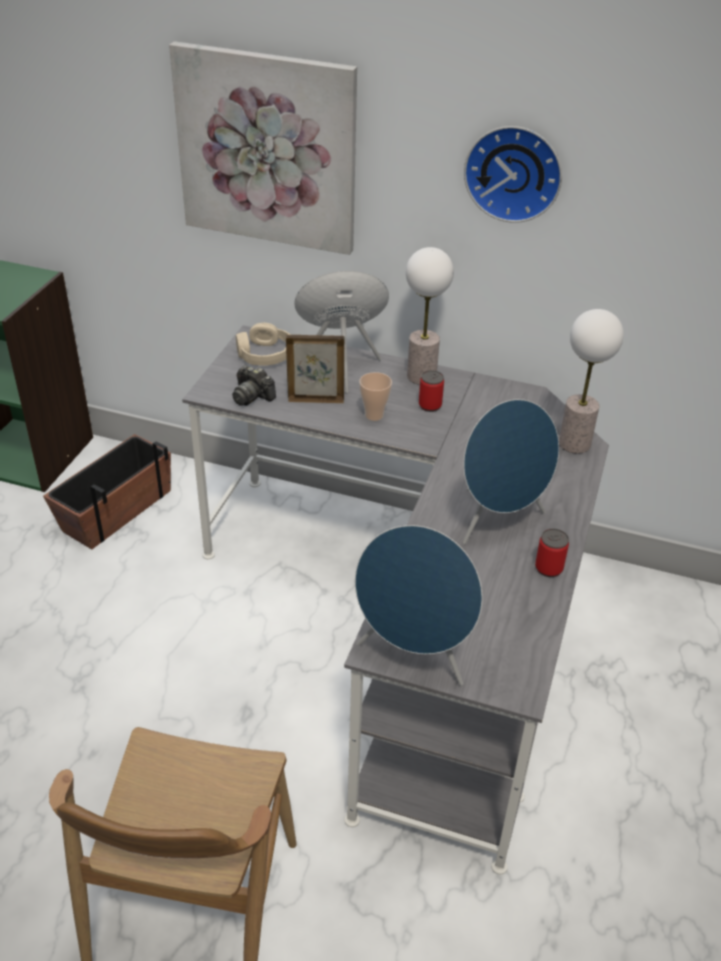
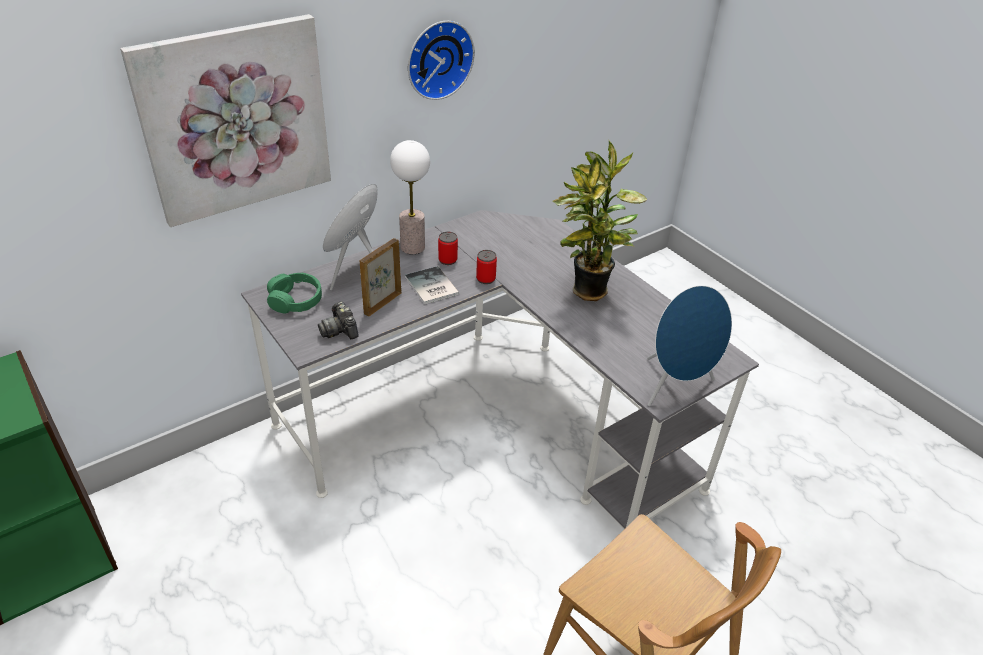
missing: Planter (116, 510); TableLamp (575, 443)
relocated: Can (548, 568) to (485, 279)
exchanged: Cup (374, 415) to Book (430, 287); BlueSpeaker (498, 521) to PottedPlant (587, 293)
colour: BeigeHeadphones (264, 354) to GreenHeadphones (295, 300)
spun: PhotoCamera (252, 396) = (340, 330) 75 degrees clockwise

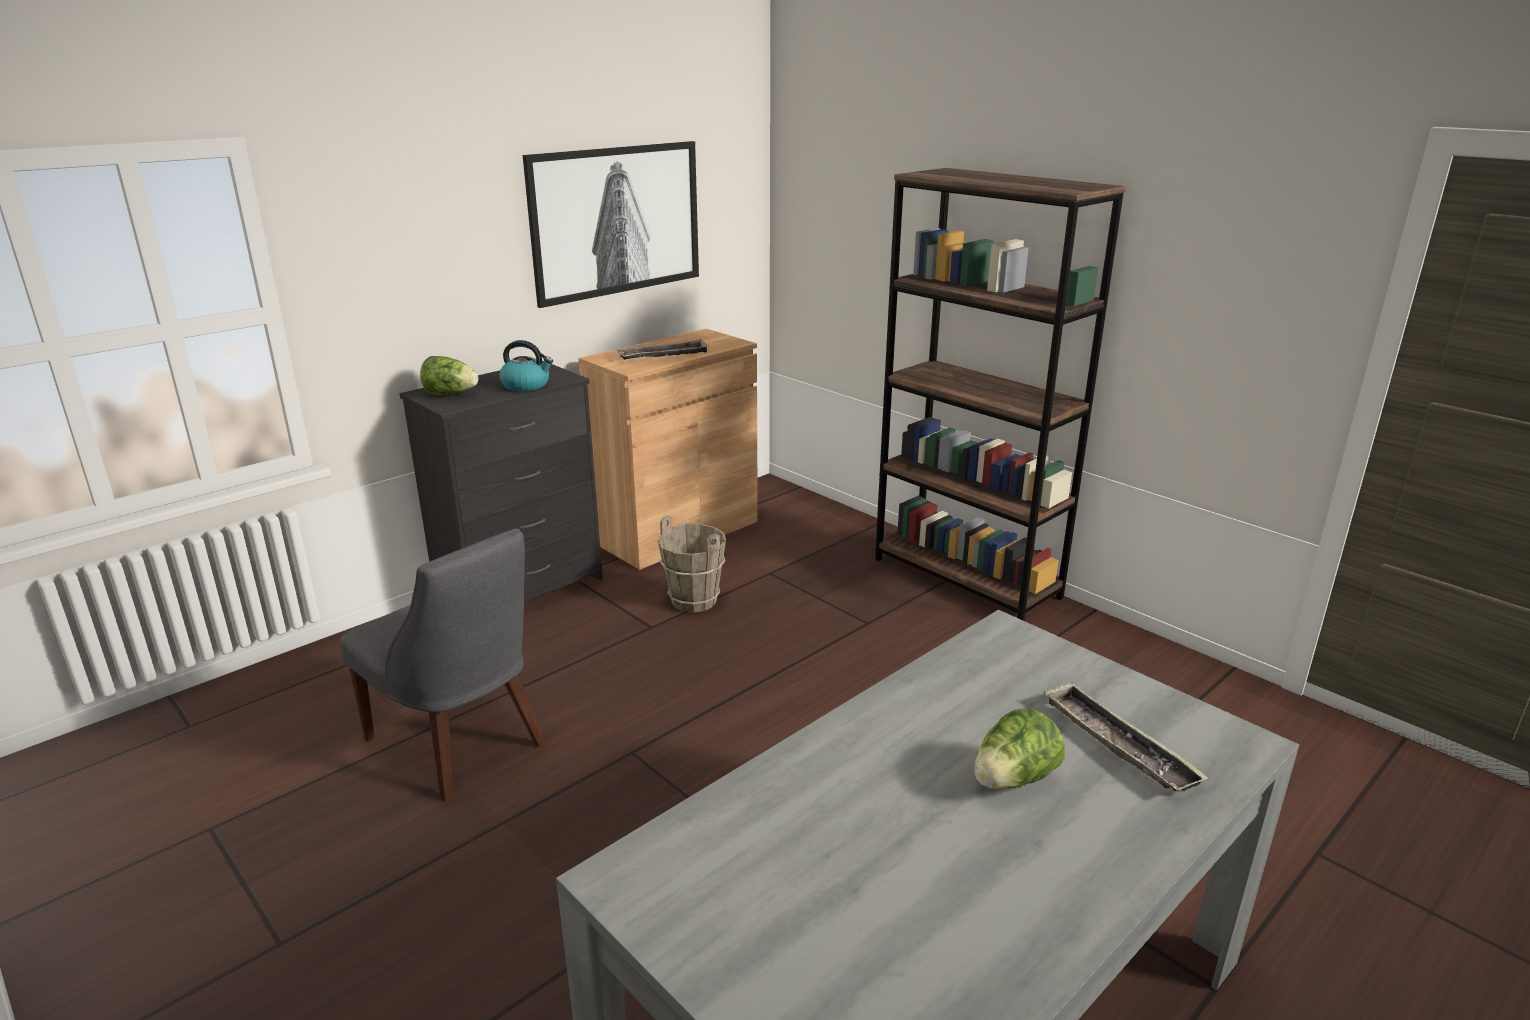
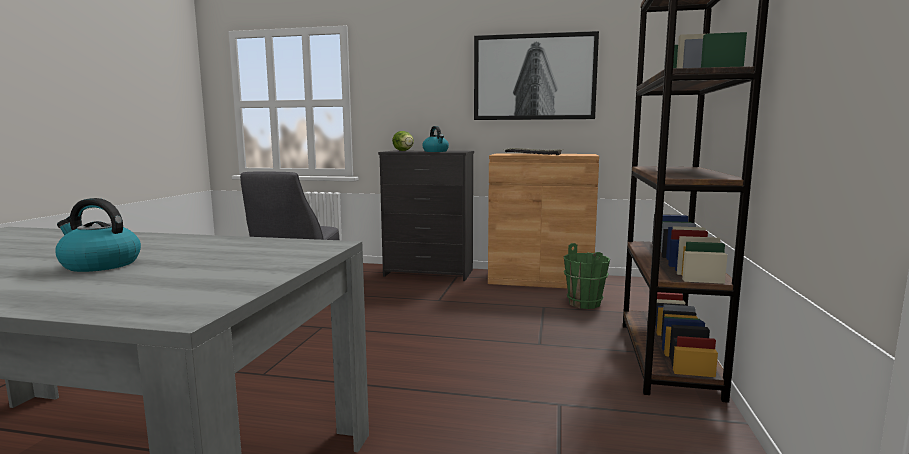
missing: BrownBucket (694, 600); Tray (1118, 744)
appeared: GreenBucket (584, 303)
exchanged: Lettuce (1013, 779) to Kettle (99, 264)

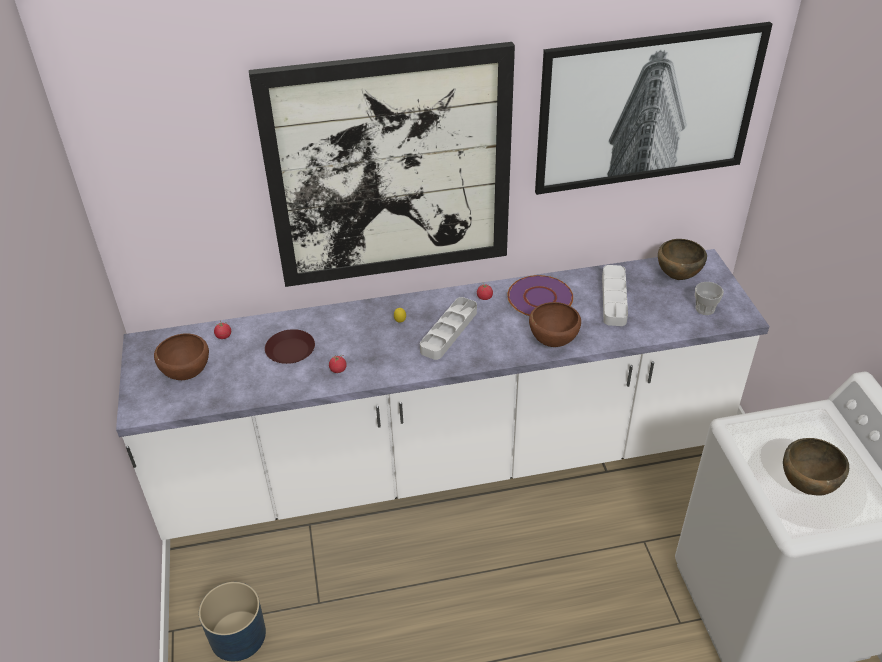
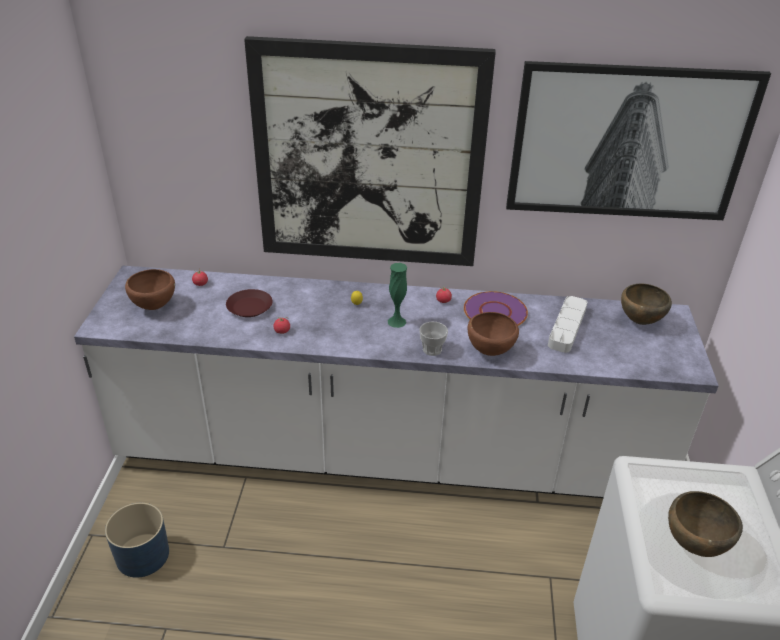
relocated: Cup (705, 309) to (432, 349)
exchanged: GreyTray (449, 331) to GreenVase (396, 322)

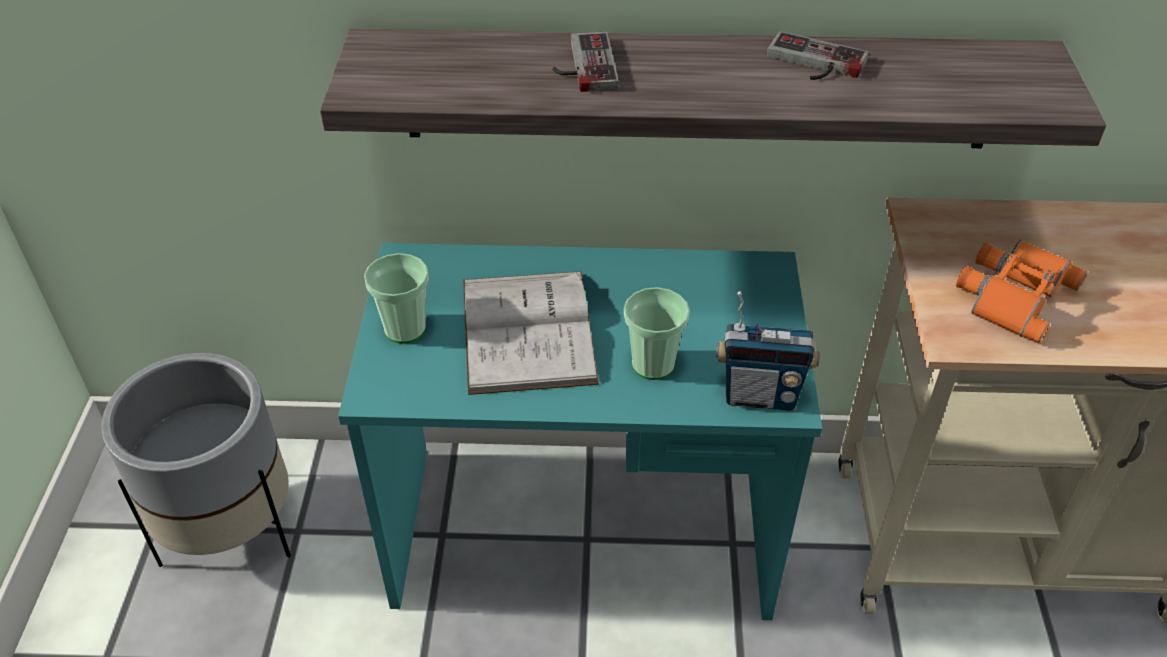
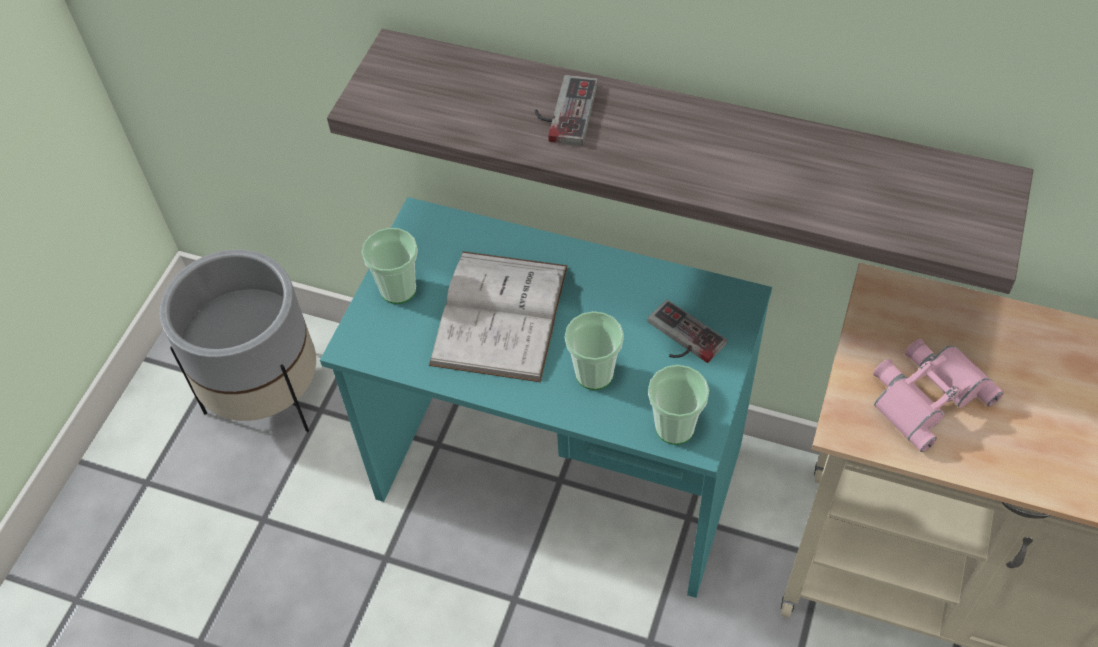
relocated: GameController (813, 63) to (680, 338)
exchanged: Radio (760, 396) to Cup (674, 427)
colour: OrangeBinoculars (1012, 293) to PinkBinoculars (926, 394)

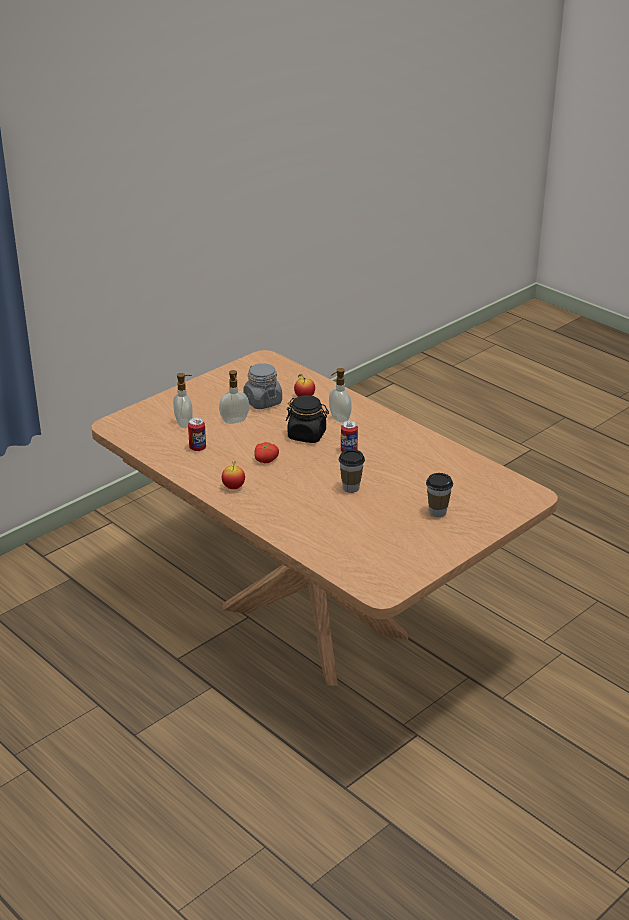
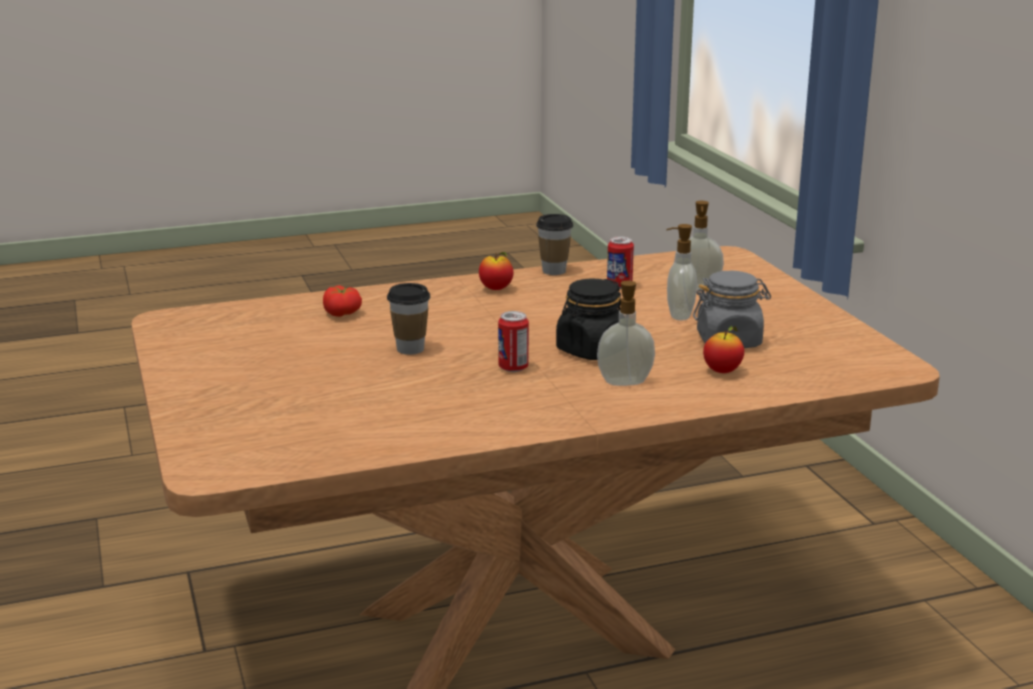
relocated: Tomato (265, 459) to (343, 313); Cup (437, 512) to (554, 271)

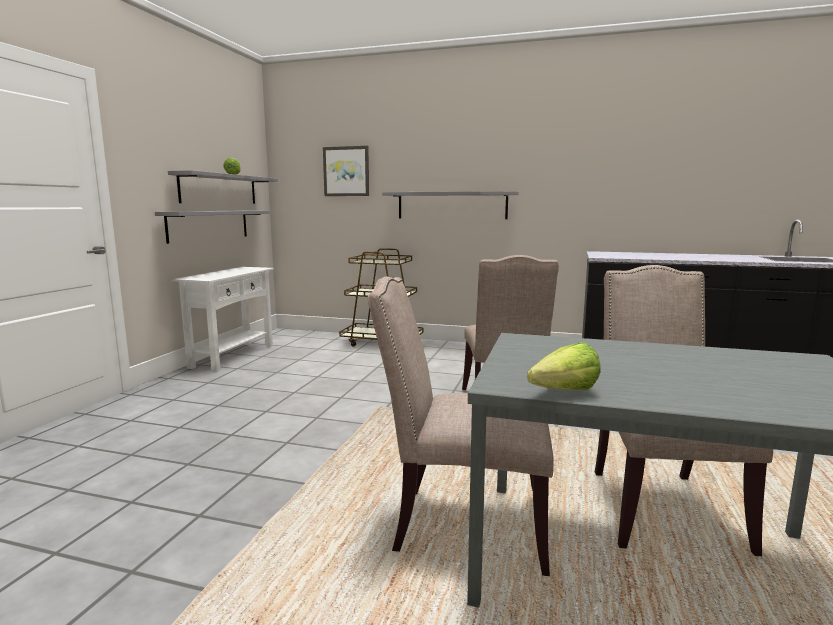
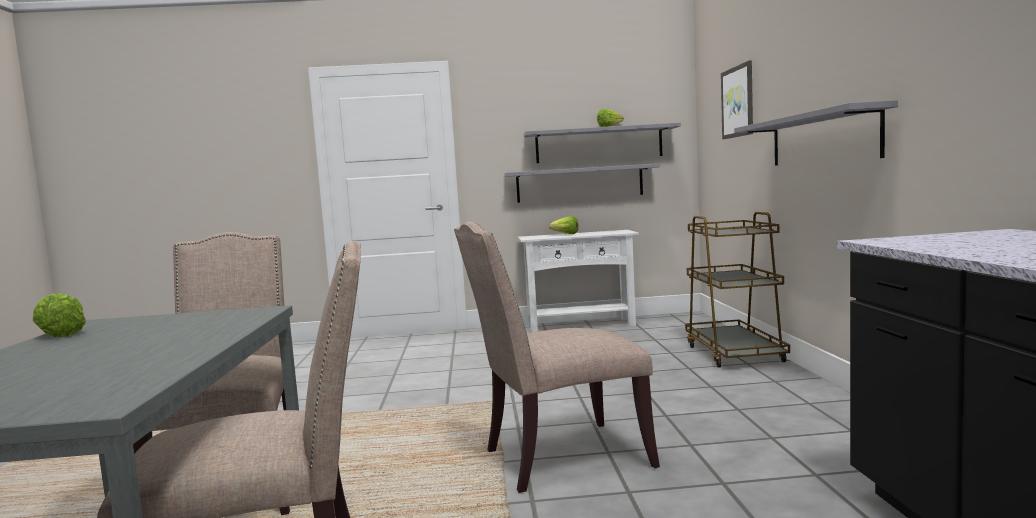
appeared: Lettuce (563, 234)

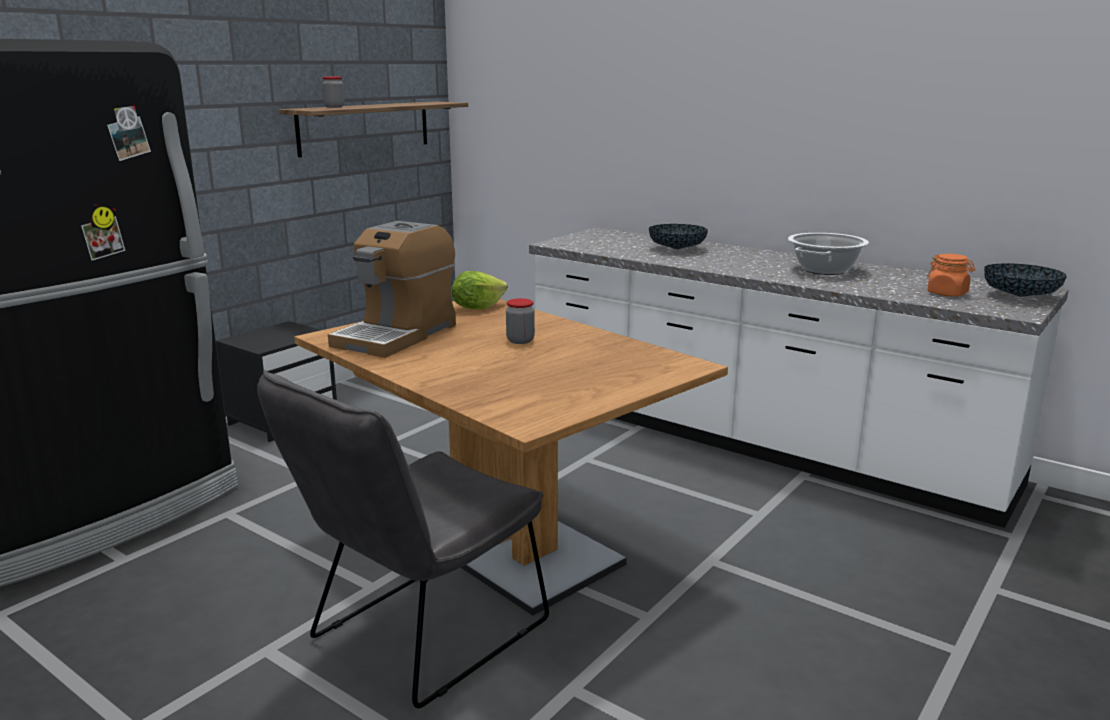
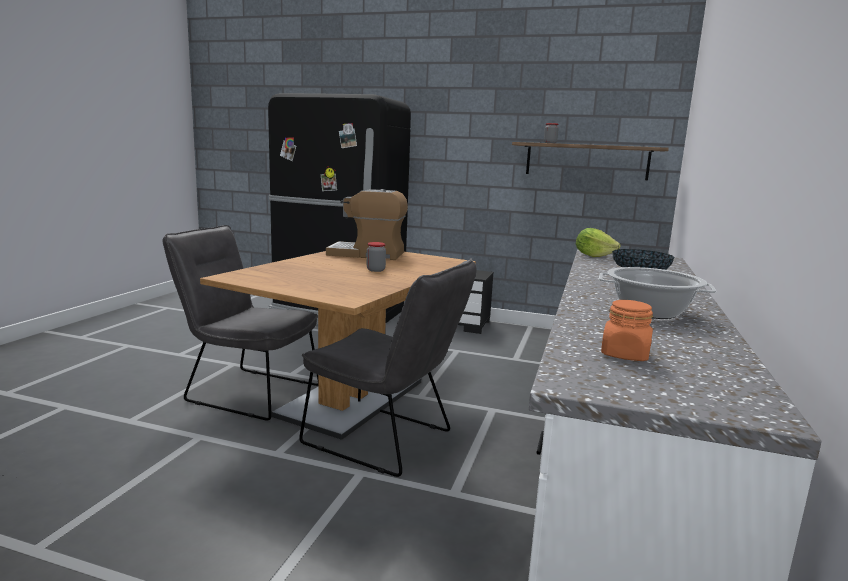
missing: Bowl (1020, 296)
appeared: GreyChair (386, 440)
relocated: Lettuce (477, 308) to (593, 256)

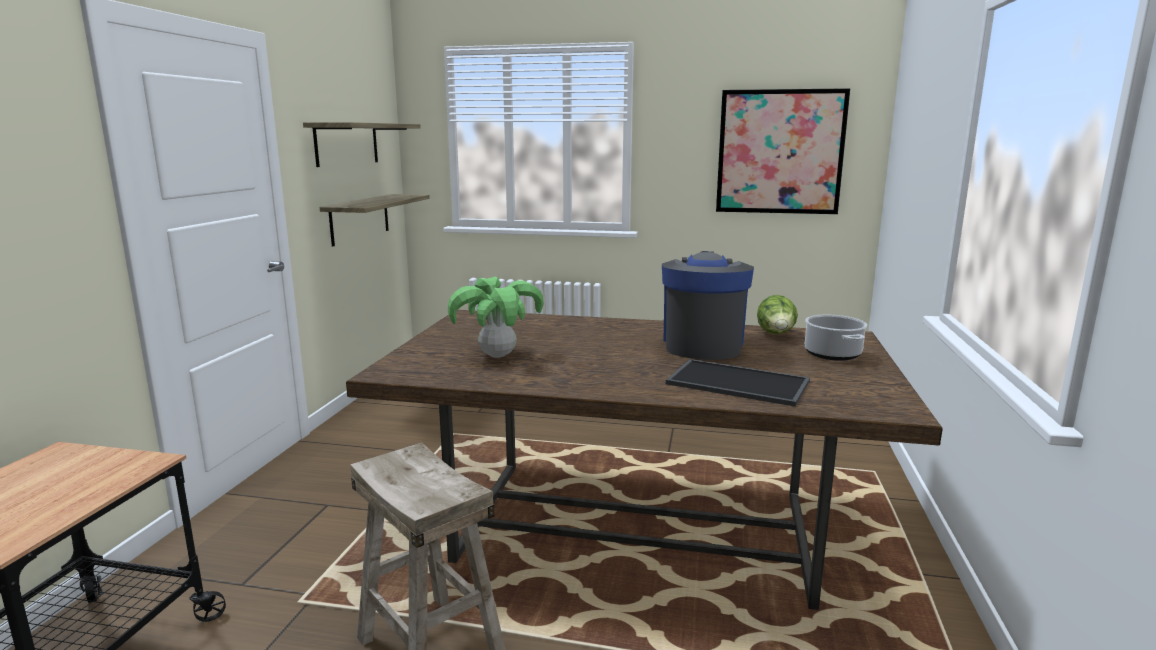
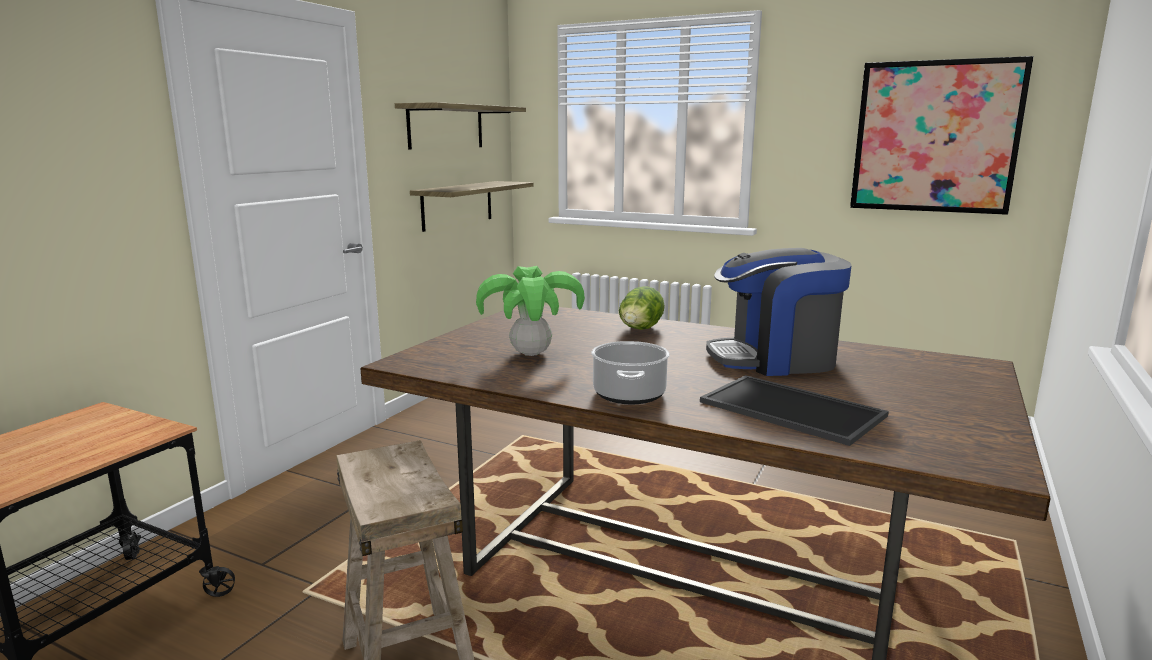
relocated: CookingPot (831, 354) to (628, 394); Lettuce (776, 335) to (640, 330)
spun: CoffeeMachine (702, 344) = (775, 359) 120 degrees counterclockwise

